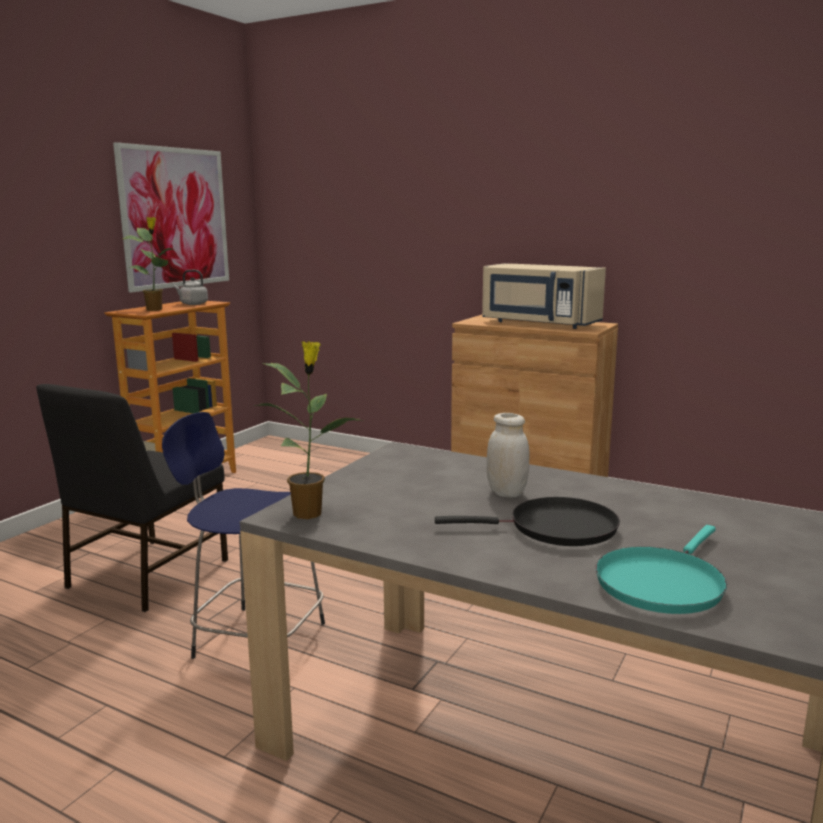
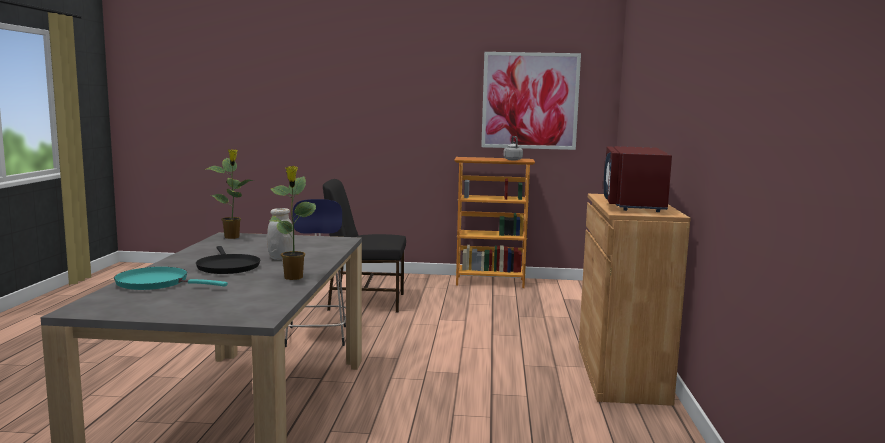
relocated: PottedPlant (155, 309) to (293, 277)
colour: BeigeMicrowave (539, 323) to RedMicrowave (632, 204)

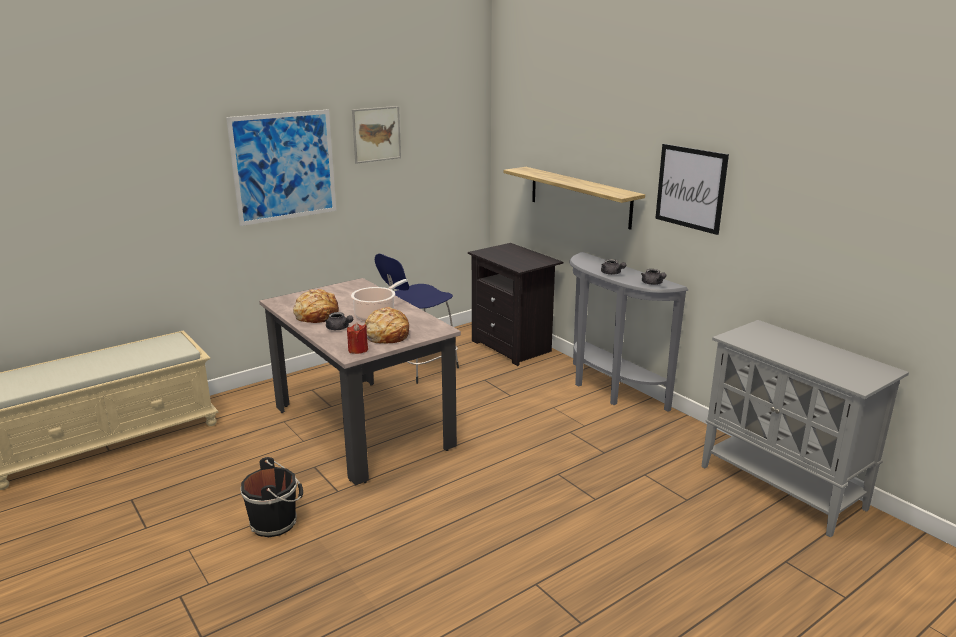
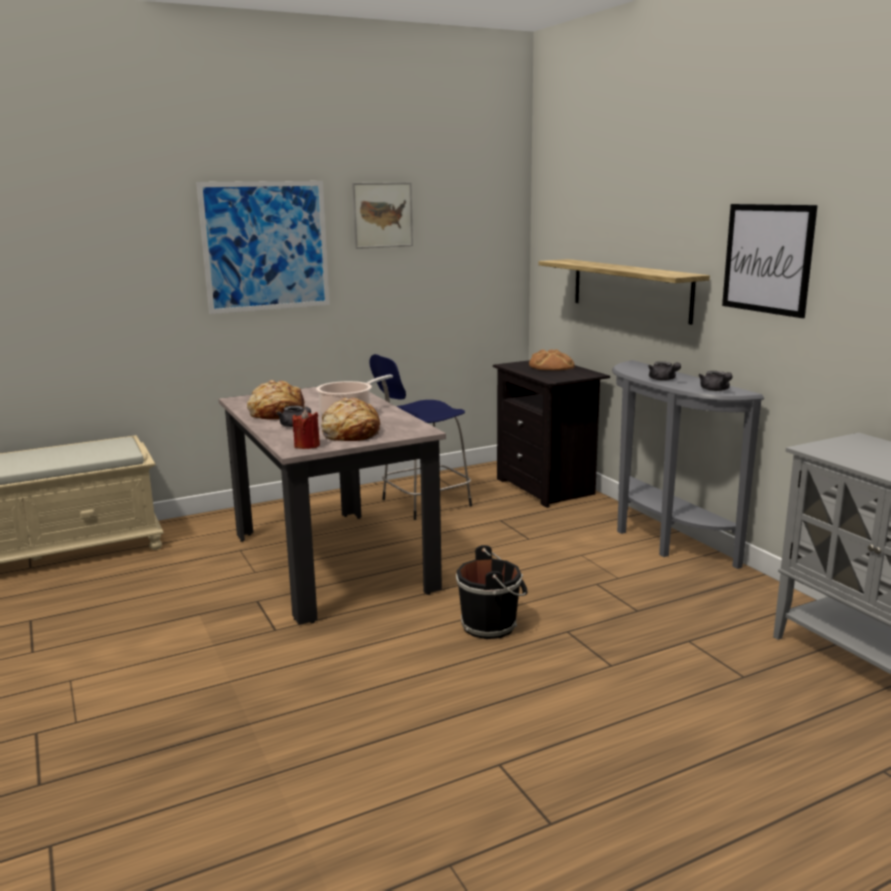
appeared: Bread (551, 366)
relocated: BlackBucket (276, 522) to (491, 625)

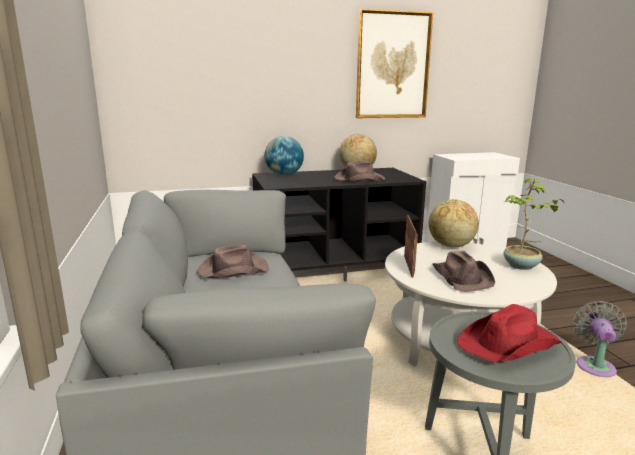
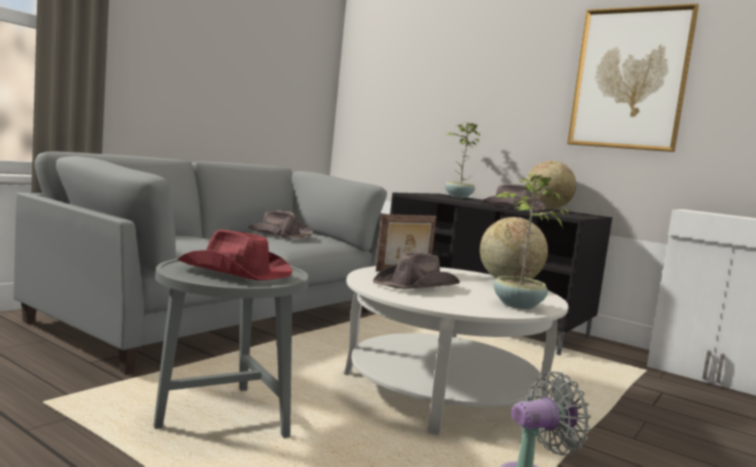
exchanged: Globe (284, 175) to PottedPlant (458, 197)

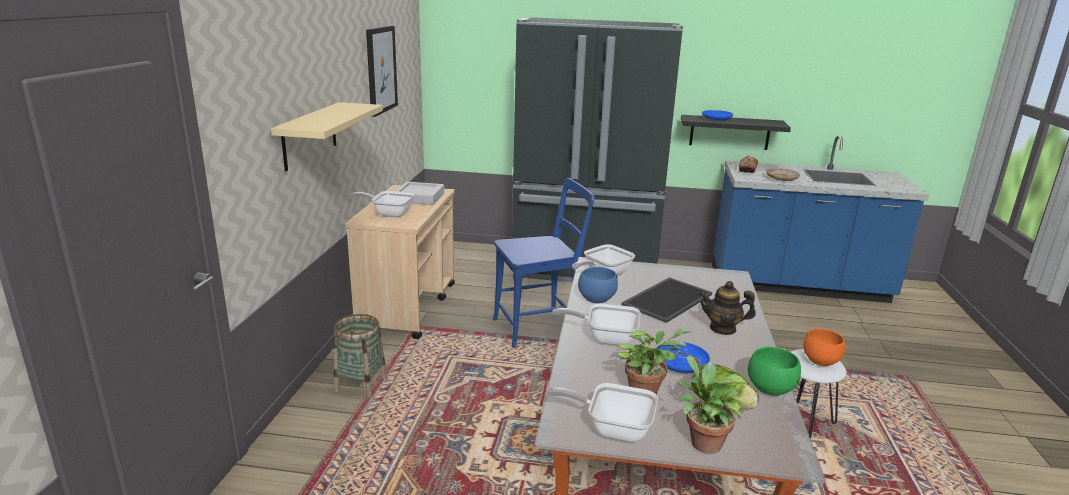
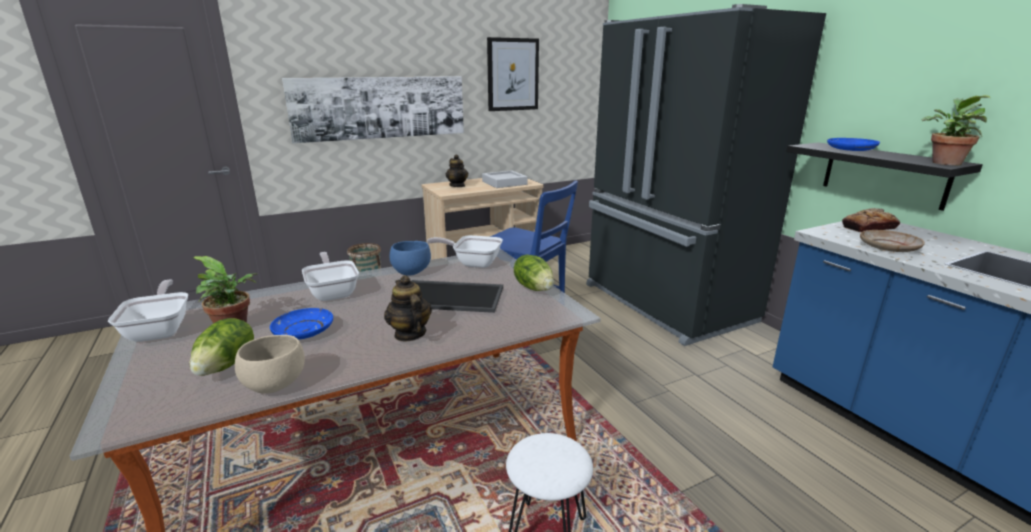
missing: OrangeBowl (819, 361)
appeared: Lettuce (534, 287)
relocated: PottedPlant (702, 442) to (944, 162)
exchanged: BeigeShelf (309, 135) to Picture (380, 107); FryingPan (389, 213) to Teapot (457, 186)
colour: GreenBowl (769, 389) to BeigeBowl (275, 385)

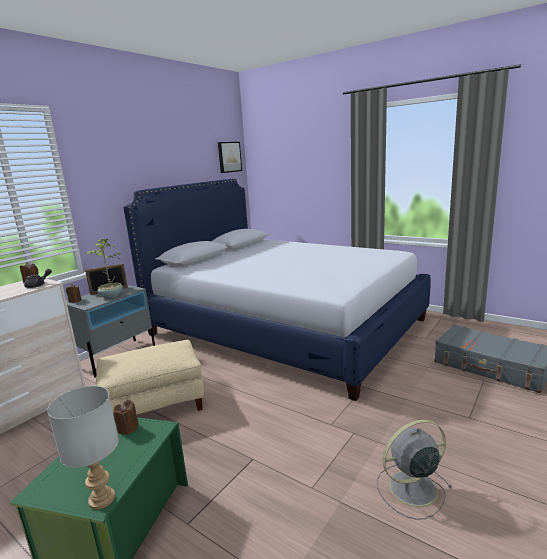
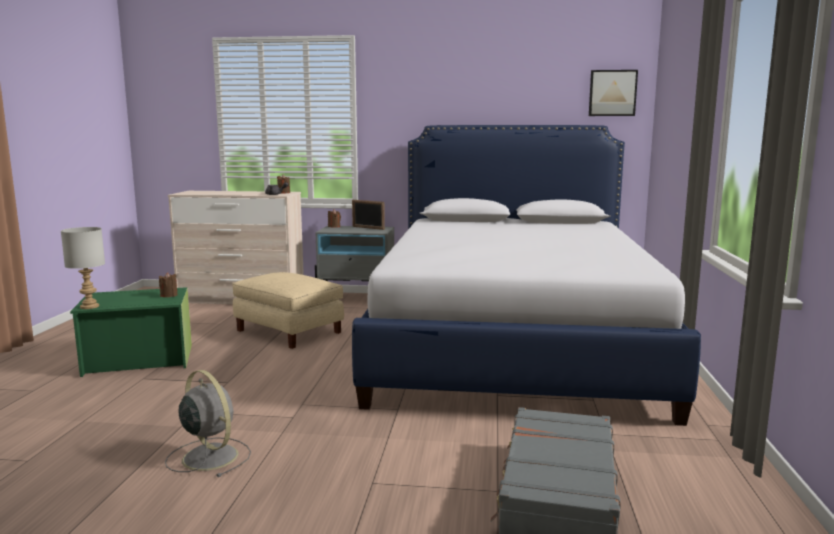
missing: PottedPlant (111, 296)

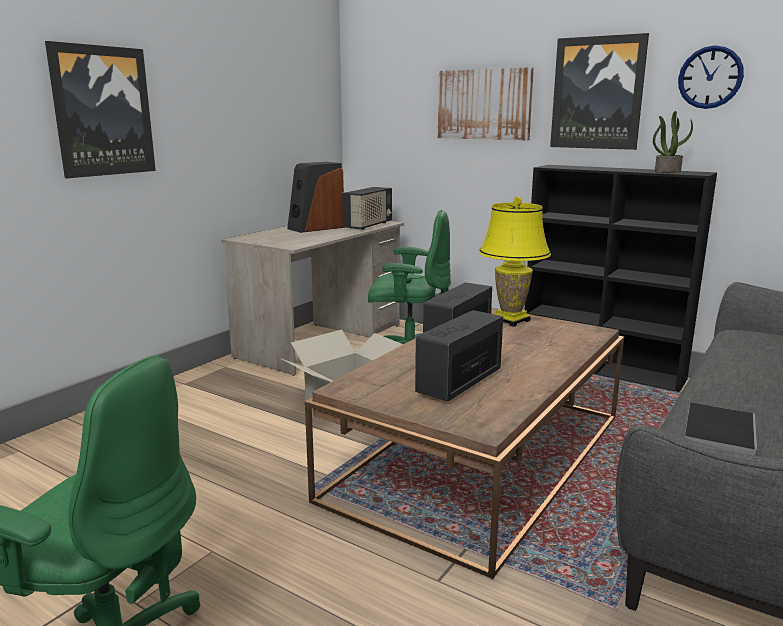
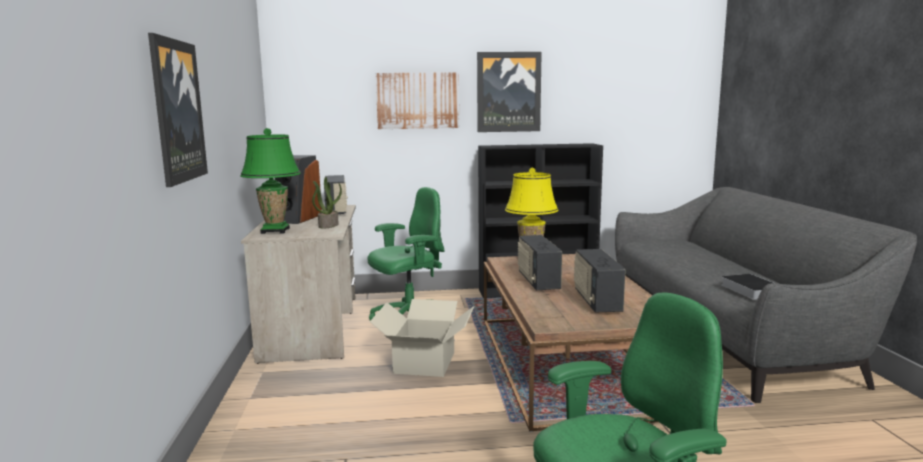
missing: WallClock (710, 77)
appeared: GreenTableLamp (275, 231)
relocated: PottedPlant (667, 171) to (328, 225)

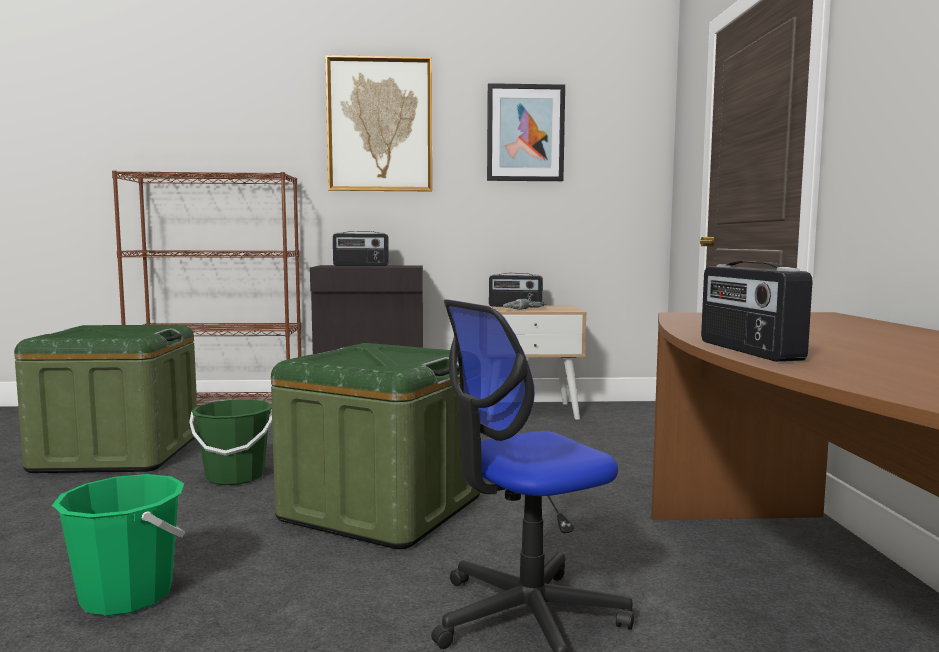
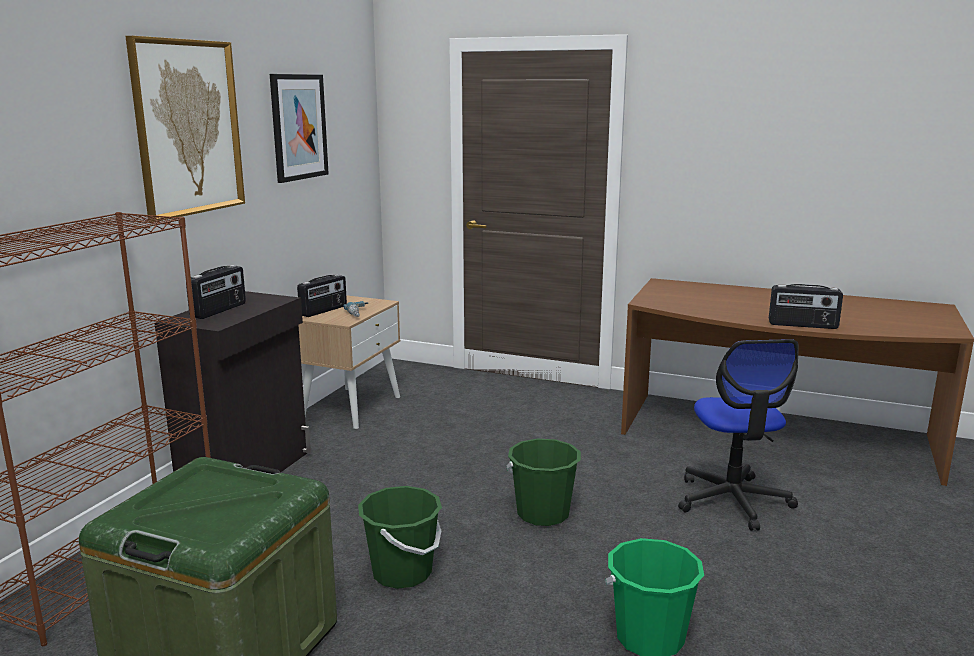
exchanged: GreenStorageBox (381, 508) to GreenBucket (543, 513)

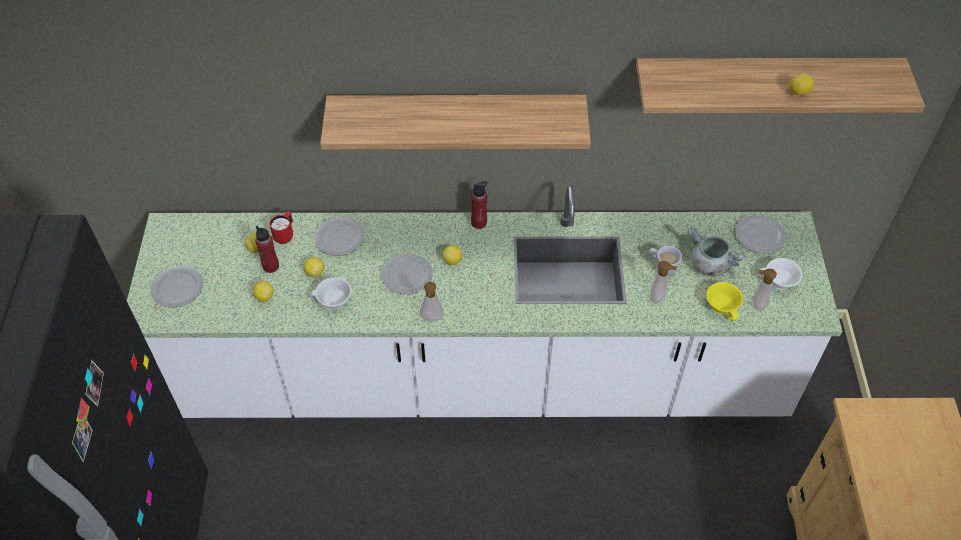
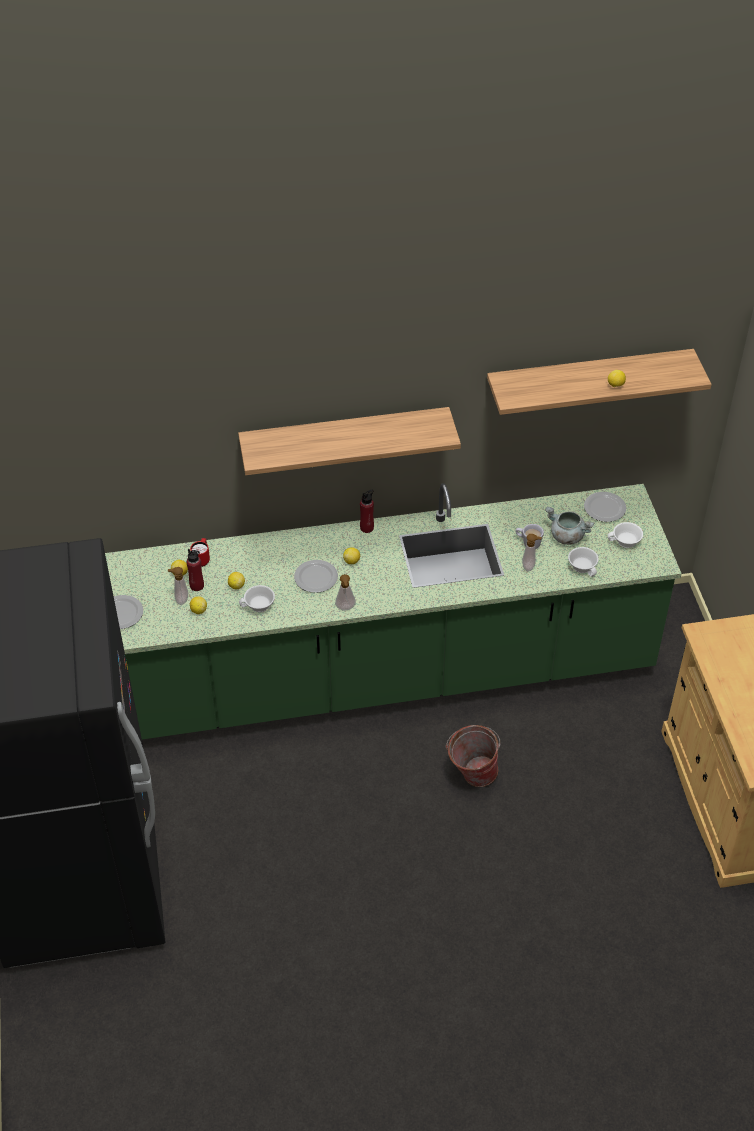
missing: Plate (340, 238)
appeared: Bucket (471, 775)
relocated: SoapDispenser (756, 304) to (180, 600)
colour: WhiteCounter (480, 379) to GreenCounter (377, 676); YellowCup (723, 306) to WhiteCup (583, 567)

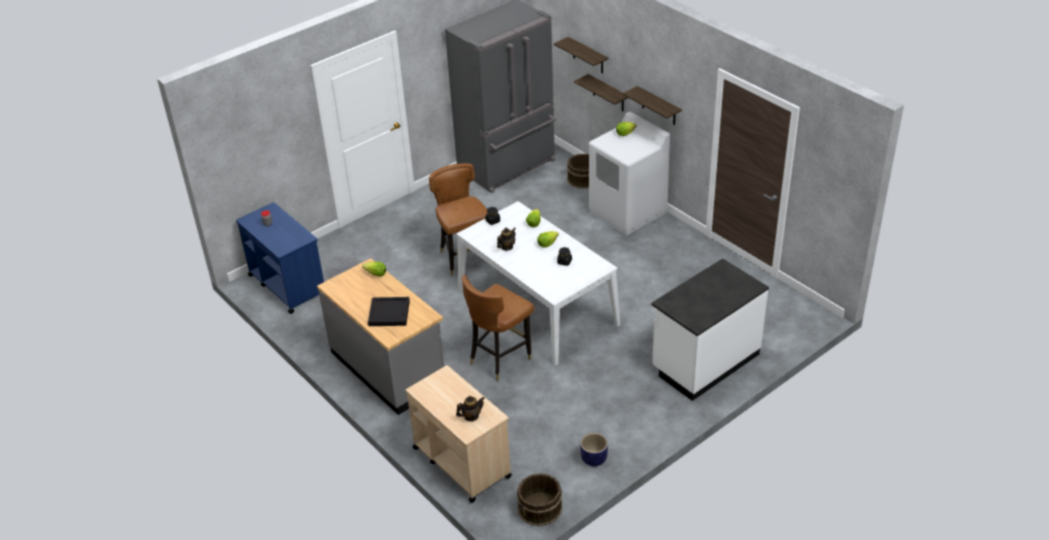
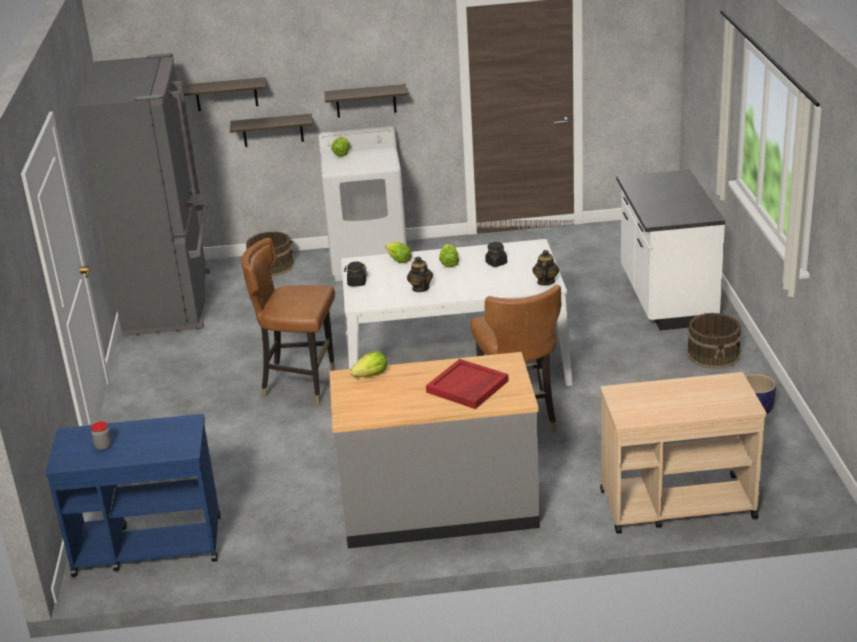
relocated: Teapot (471, 416) to (545, 282); BrownBucket (540, 508) to (714, 354)
colour: BlackTray (388, 313) to RedTray (467, 387)

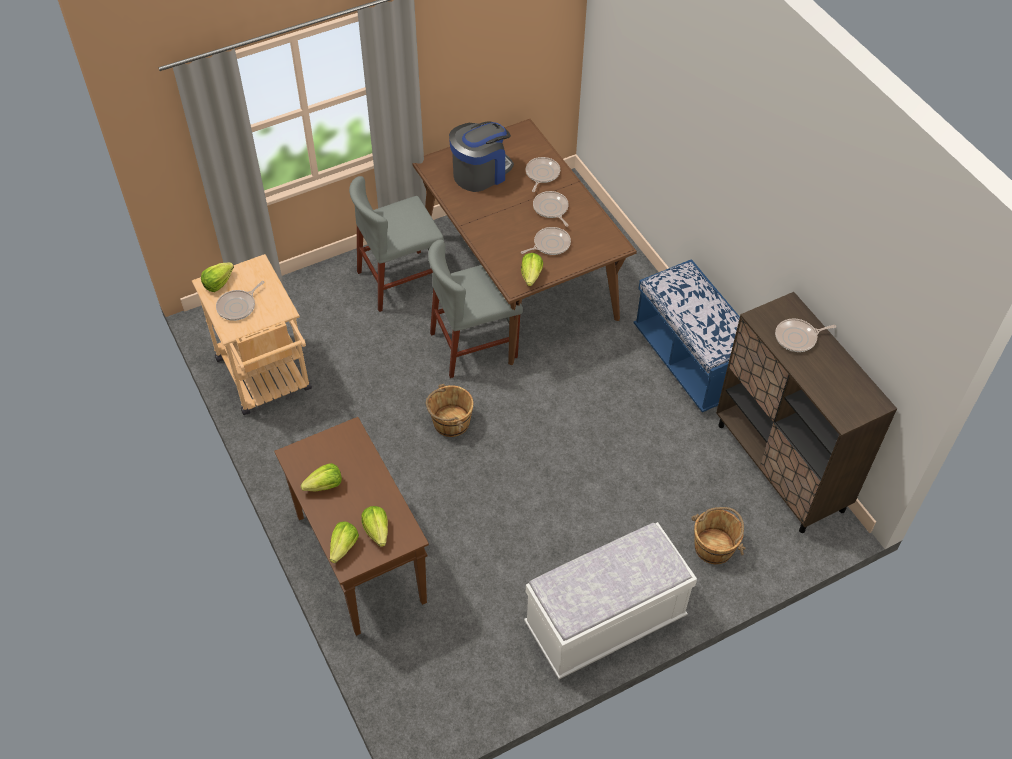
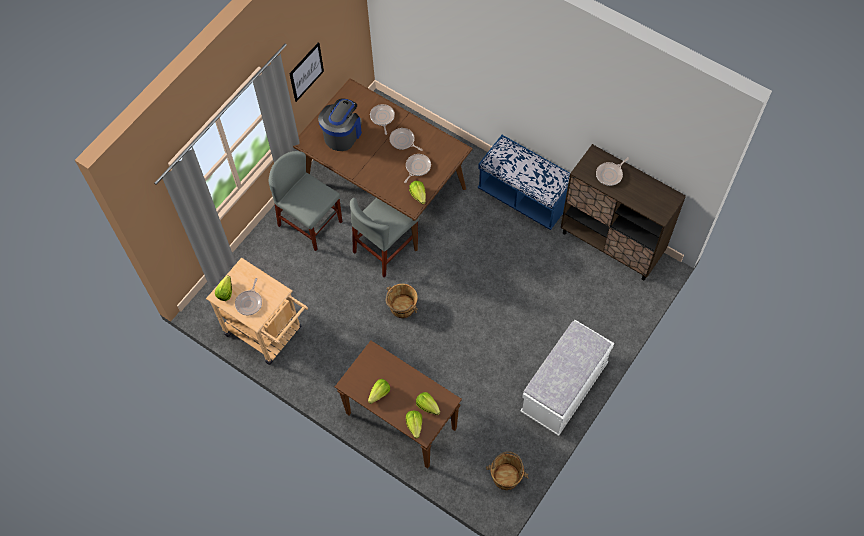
appeared: Picture (306, 72)
relocated: BrownBucket (714, 546) to (506, 476)
spun: GreyChair (400, 280) = (310, 223) 90 degrees clockwise

